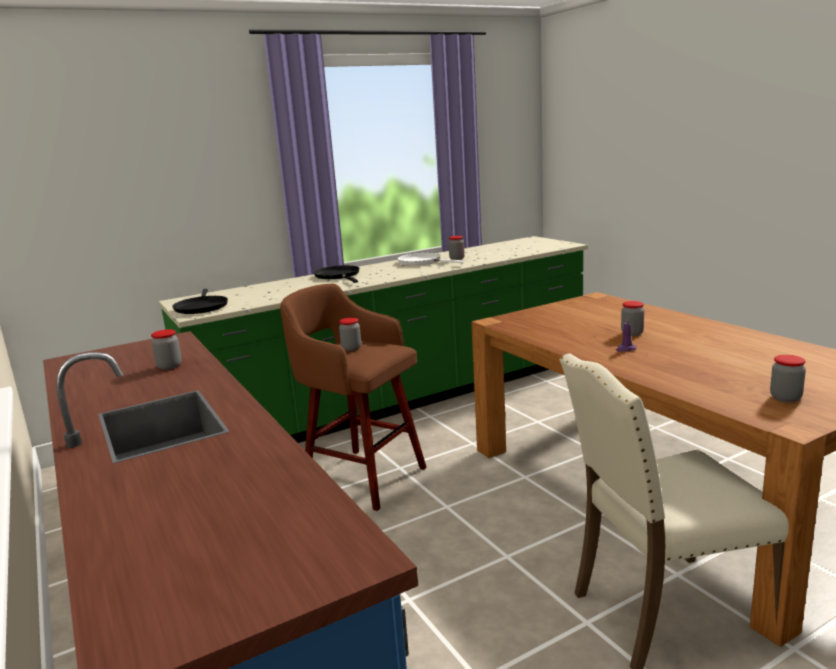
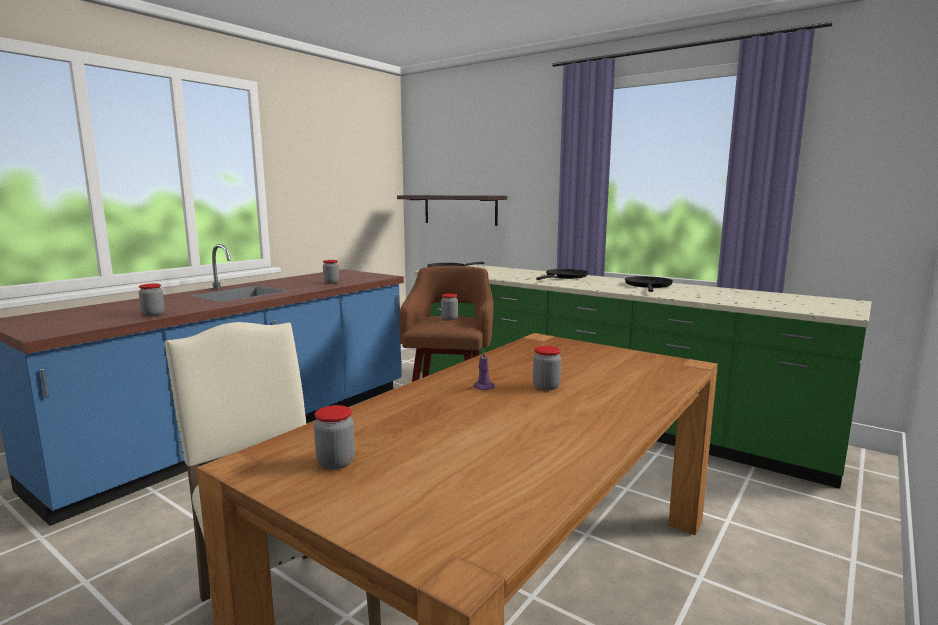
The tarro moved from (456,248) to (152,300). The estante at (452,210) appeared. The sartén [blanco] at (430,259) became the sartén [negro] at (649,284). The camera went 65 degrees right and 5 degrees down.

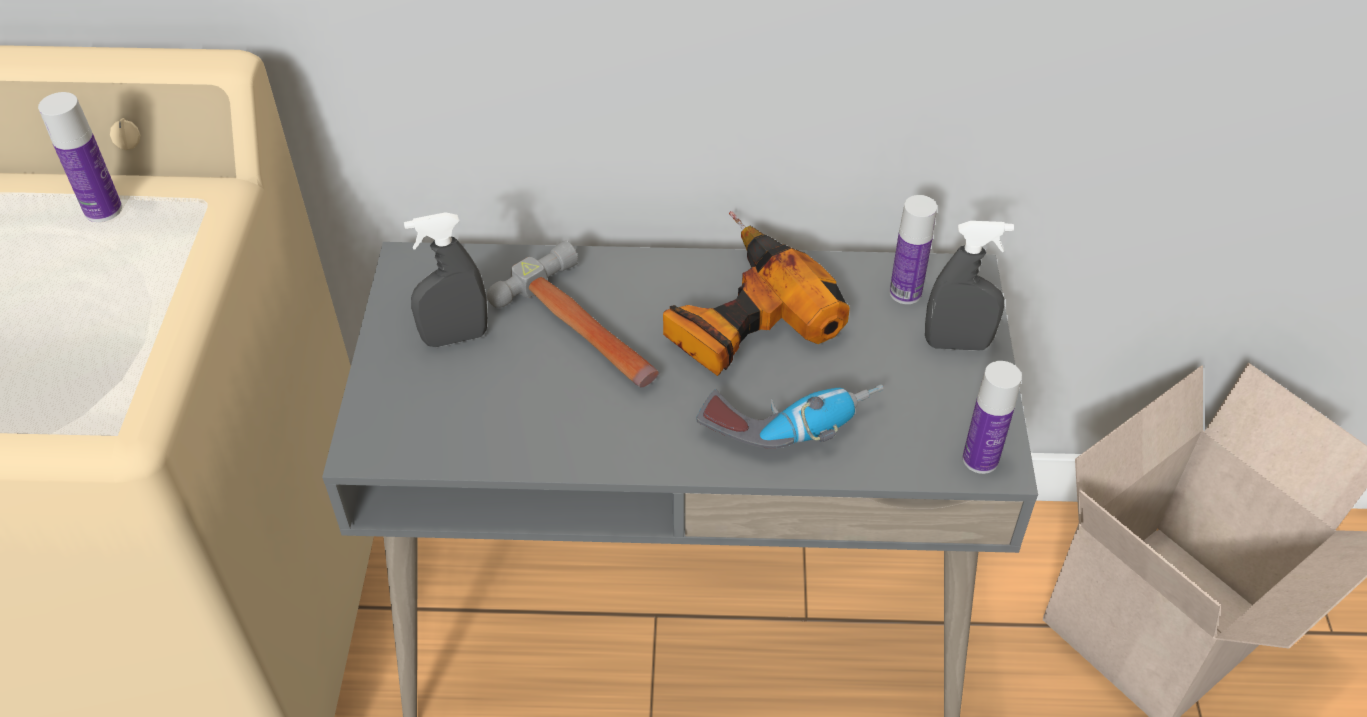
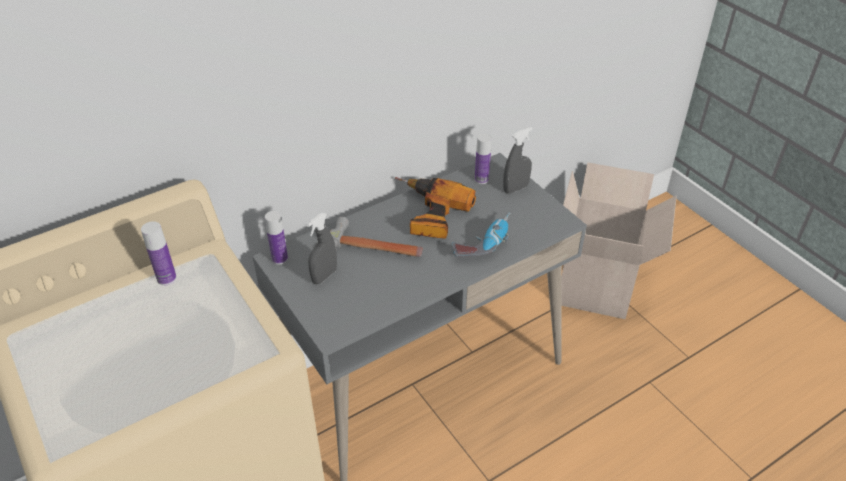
The botella moved from (992,417) to (276,237). The camera went 35 degrees left and 5 degrees down.

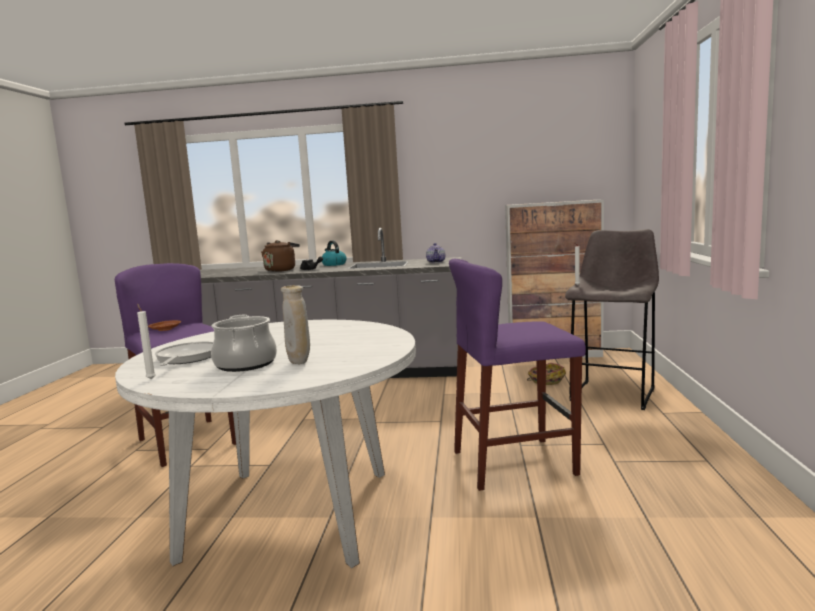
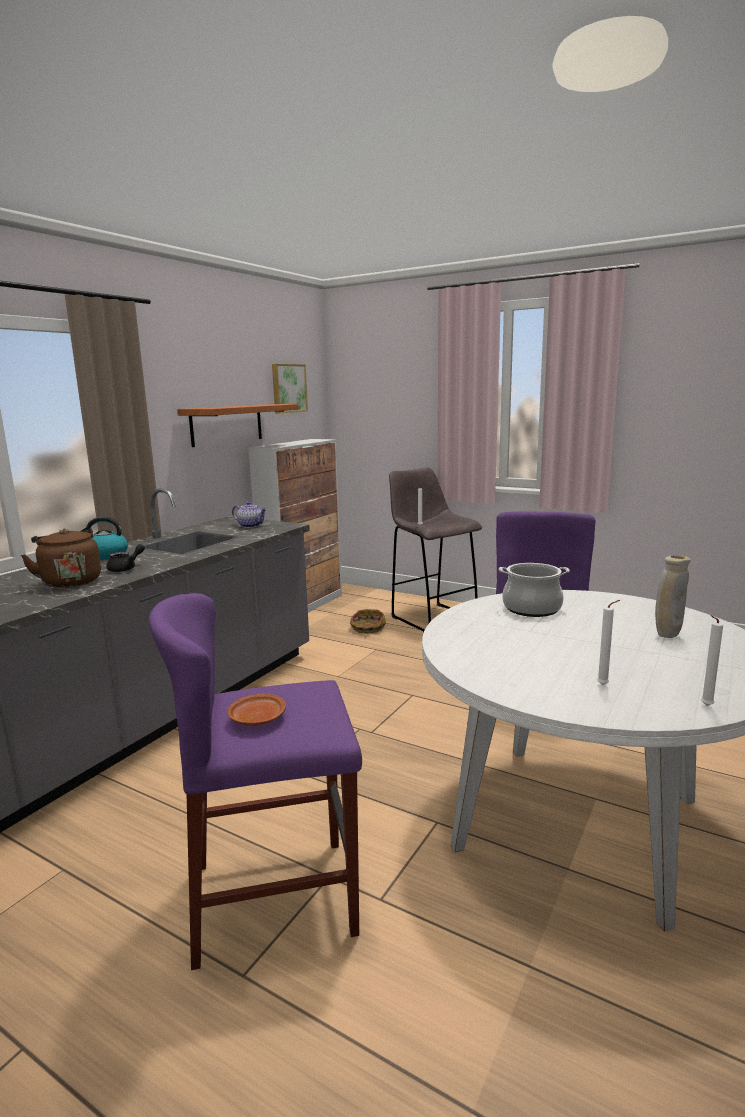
The estante at (237,425) appeared. The cuadro at (290,388) appeared. The olla moved from (244,343) to (534,590). The sartén at (184,354) was replaced by the vela [blanco] at (608,642). The camera went 65 degrees left and 5 degrees up.

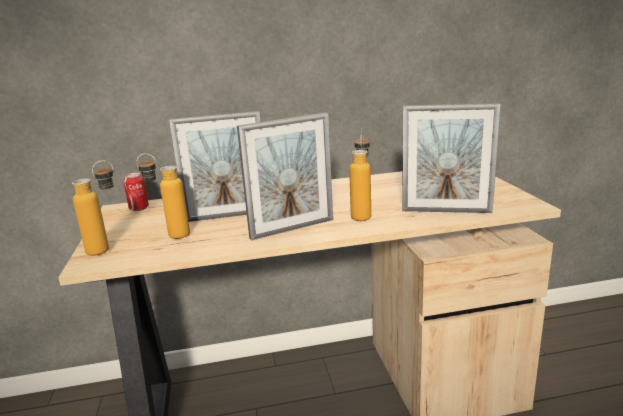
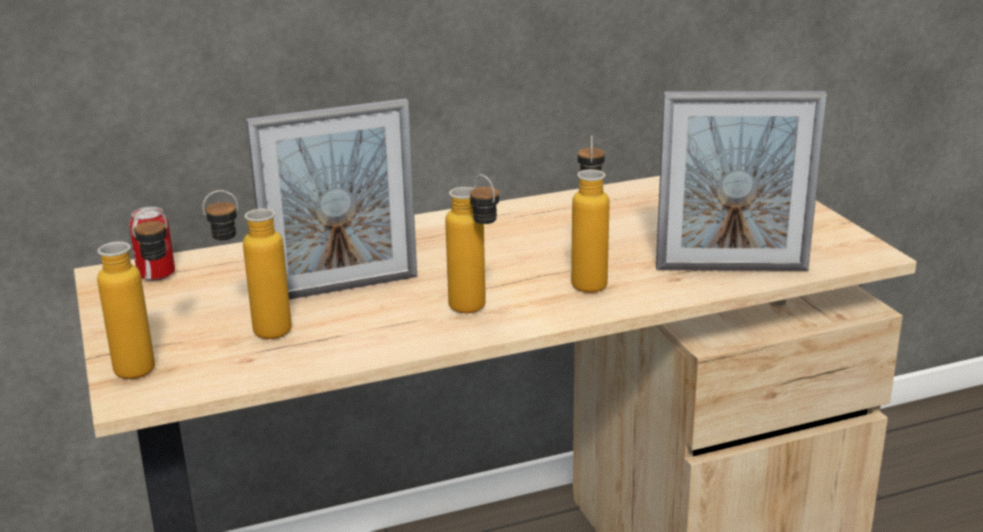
The portarretratos at (285,176) was replaced by the botella at (472,243). The camera went 10 degrees left and 5 degrees up.

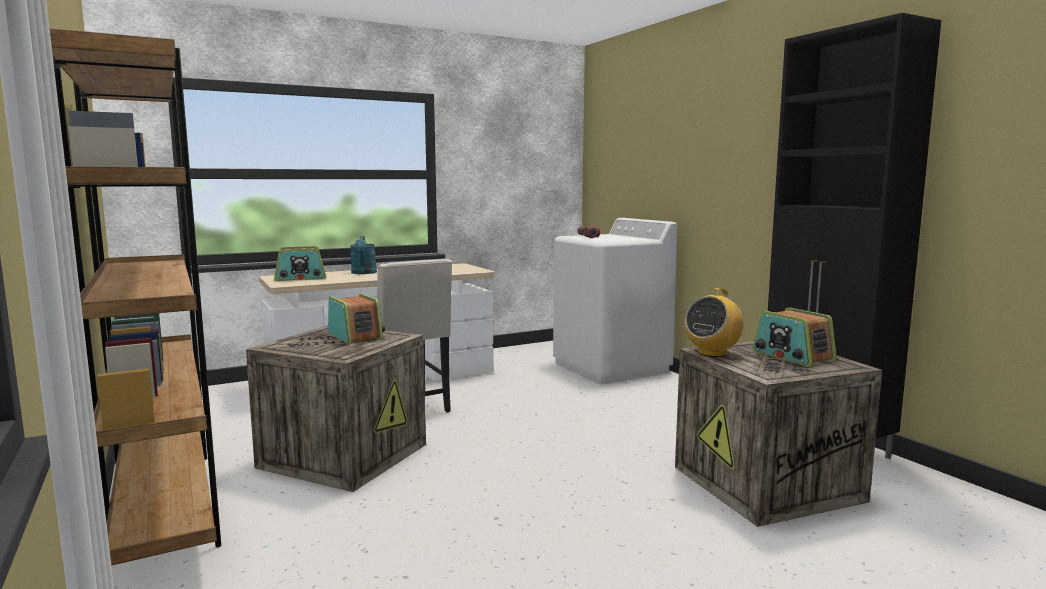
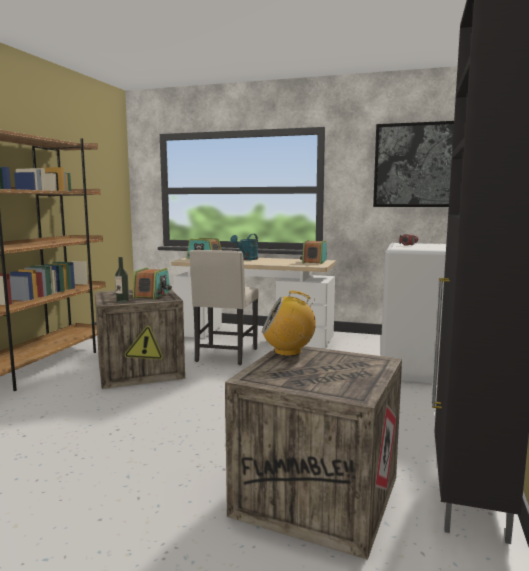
The botella at (122,280) appeared. The radio moved from (794,336) to (313,252). The cuadro at (413,164) appeared. The camera went 45 degrees right and 0 degrees up.

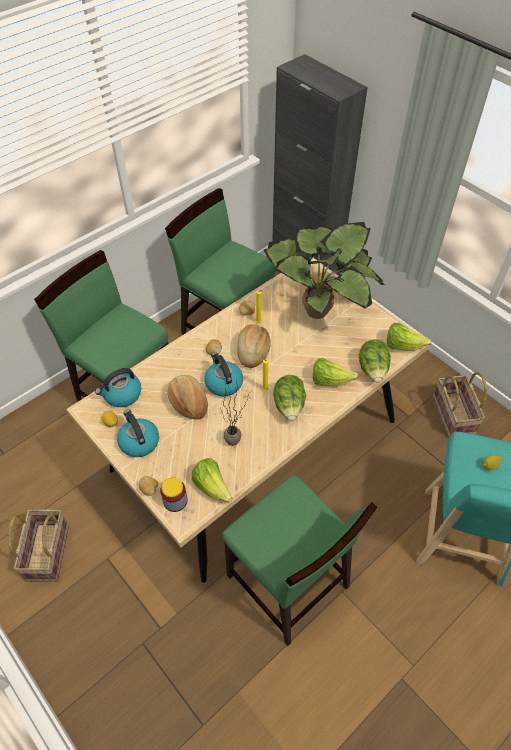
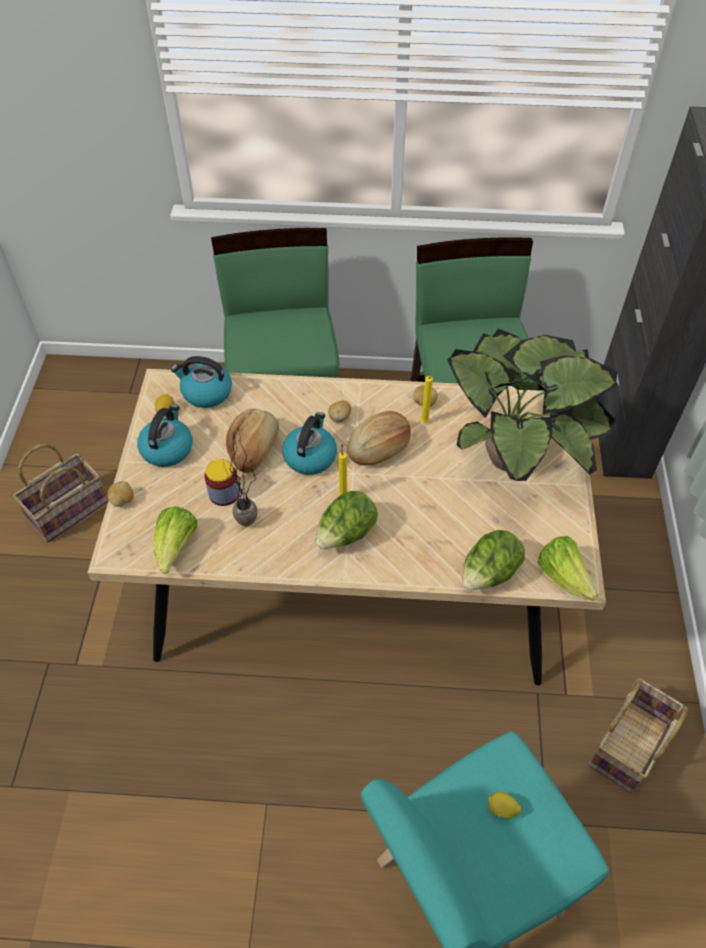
The tarro moved from (174,494) to (222,482). The silla [verde] at (299,560) disappeared. The lechuga at (336,372) disappeared. The camera went 45 degrees right and 0 degrees up.

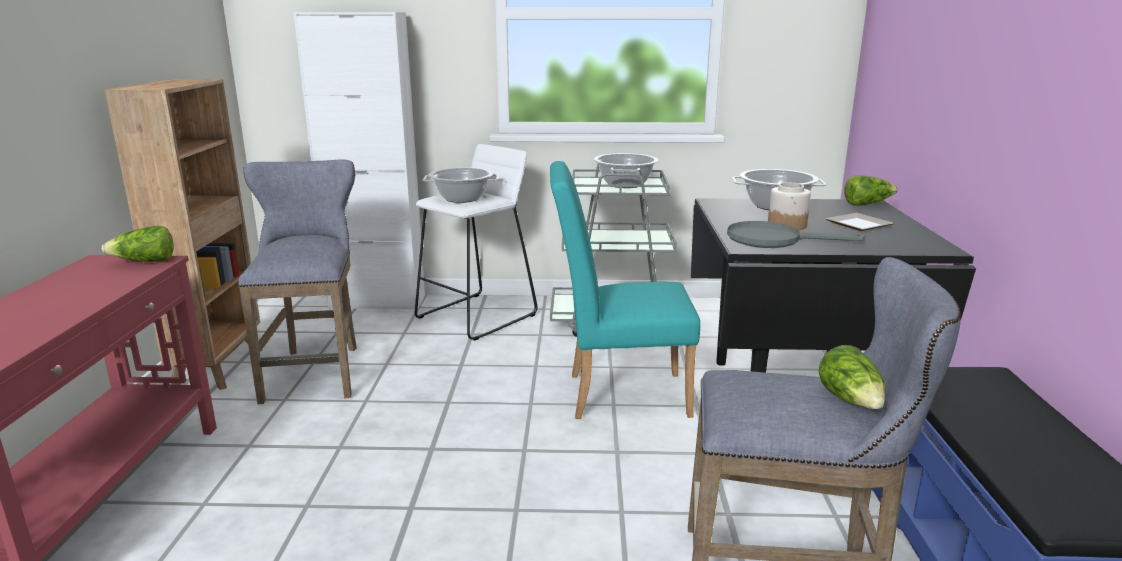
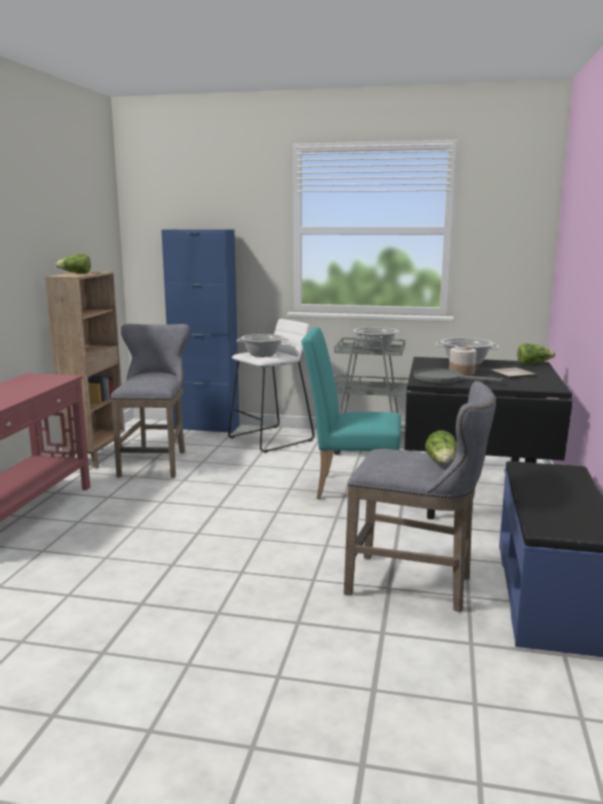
The lechuga moved from (137,244) to (73,264). The armario [blanco] at (359,160) became the armario [azul] at (200,331). The camera went 10 degrees right and 5 degrees down.

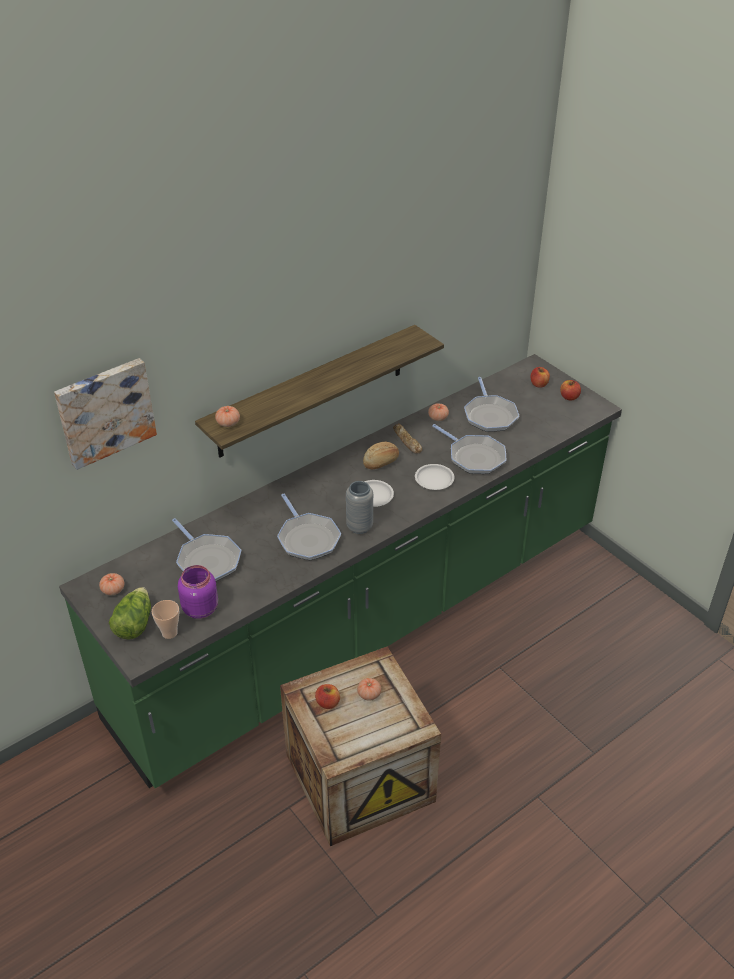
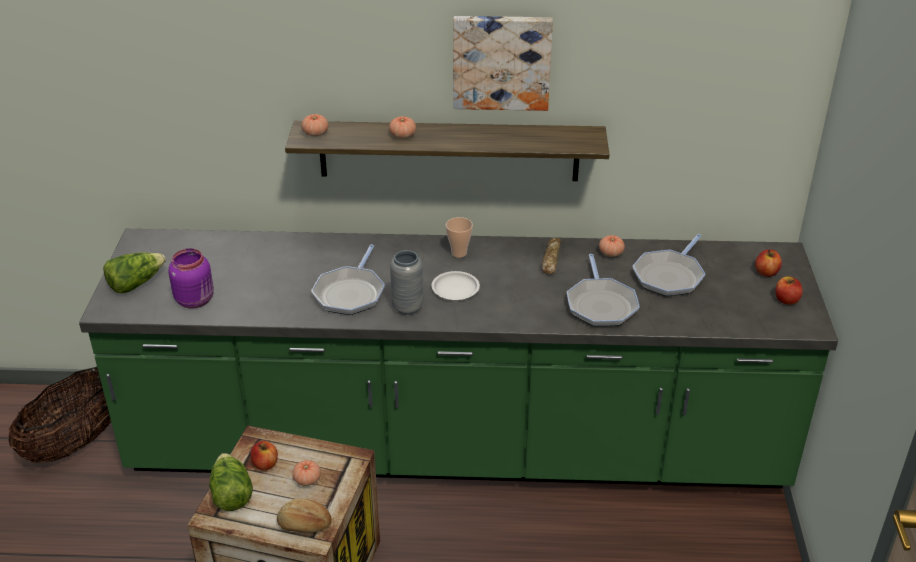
The cesta at (59,414) appeared. The lechuga at (231,482) appeared. The pan moved from (381,455) to (304,516). The tomate moved from (111,584) to (402,127). The taza moved from (166,619) to (459,237). The cuadro moved from (105,414) to (503,63). The sartén at (206,549) disappeared. The plato [blanco] at (435,477) disappeared. The camera went 40 degrees right and 5 degrees down.

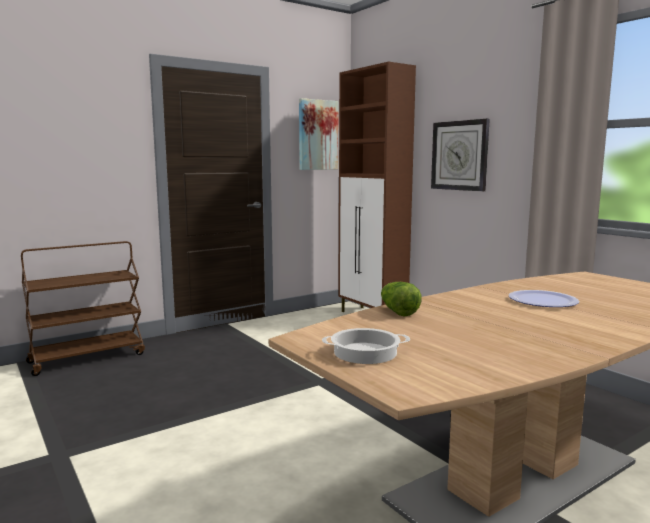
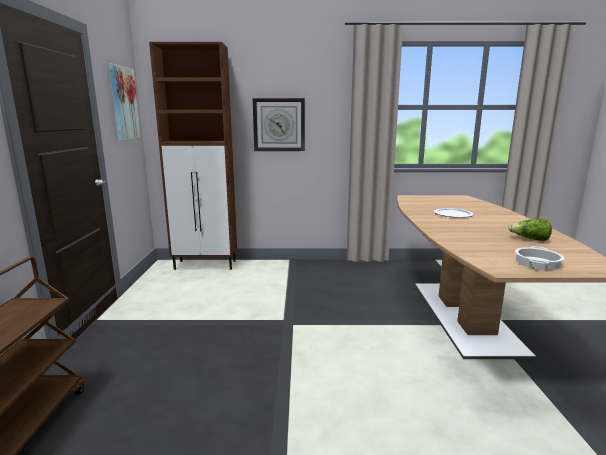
The lechuga moved from (401,299) to (530,230). The camera went 55 degrees left and 5 degrees up.

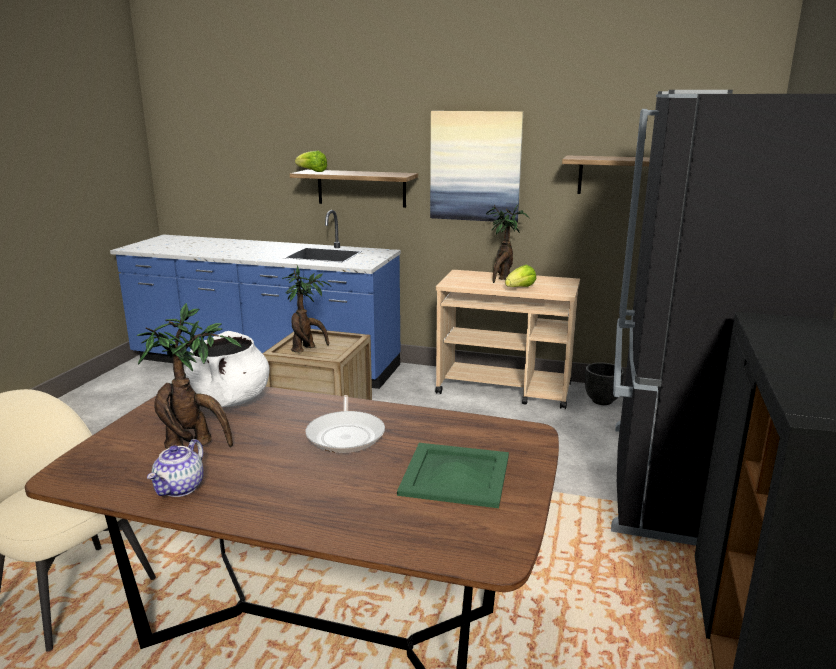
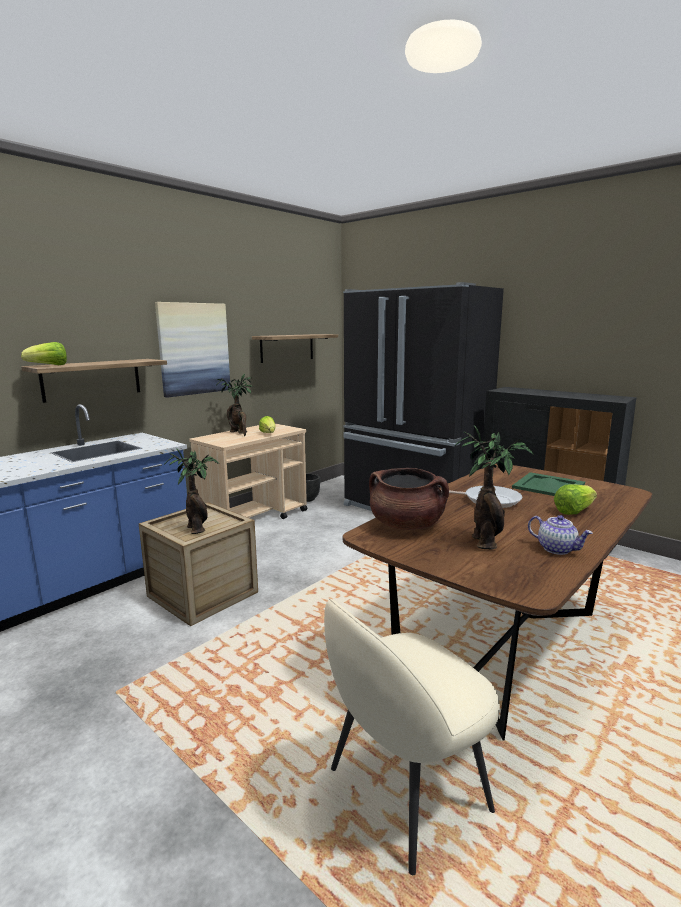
The olla [blanco] at (227,369) became the olla [marrón] at (409,499). The lechuga at (575,499) appeared. The camera went 65 degrees left and 5 degrees down.

